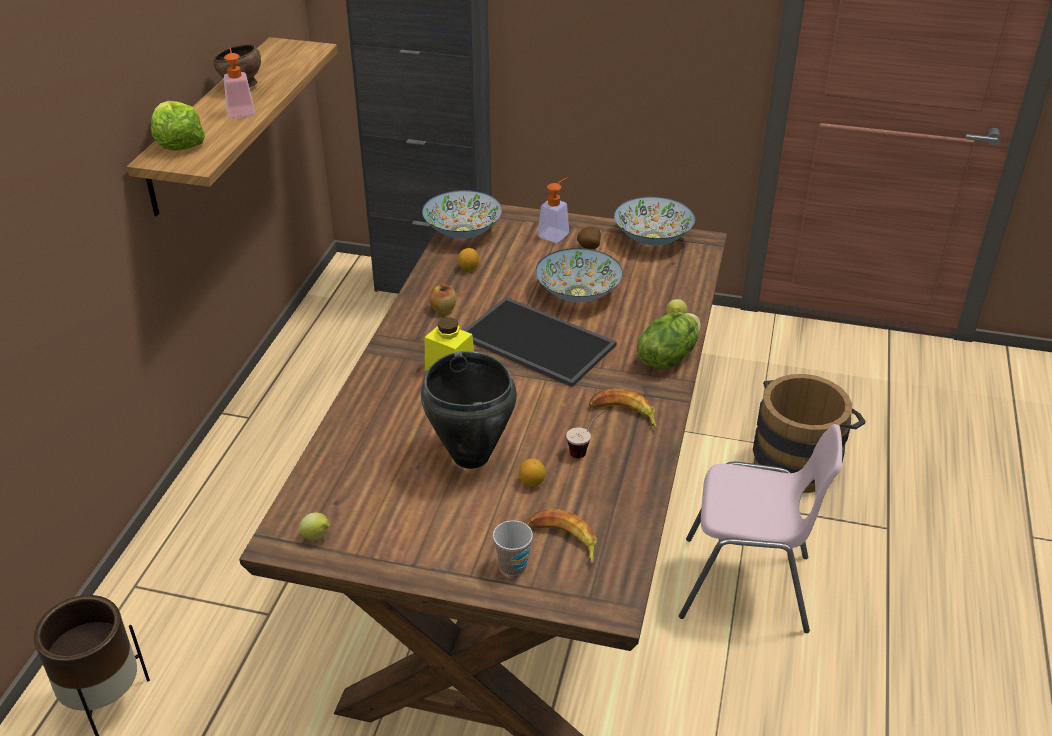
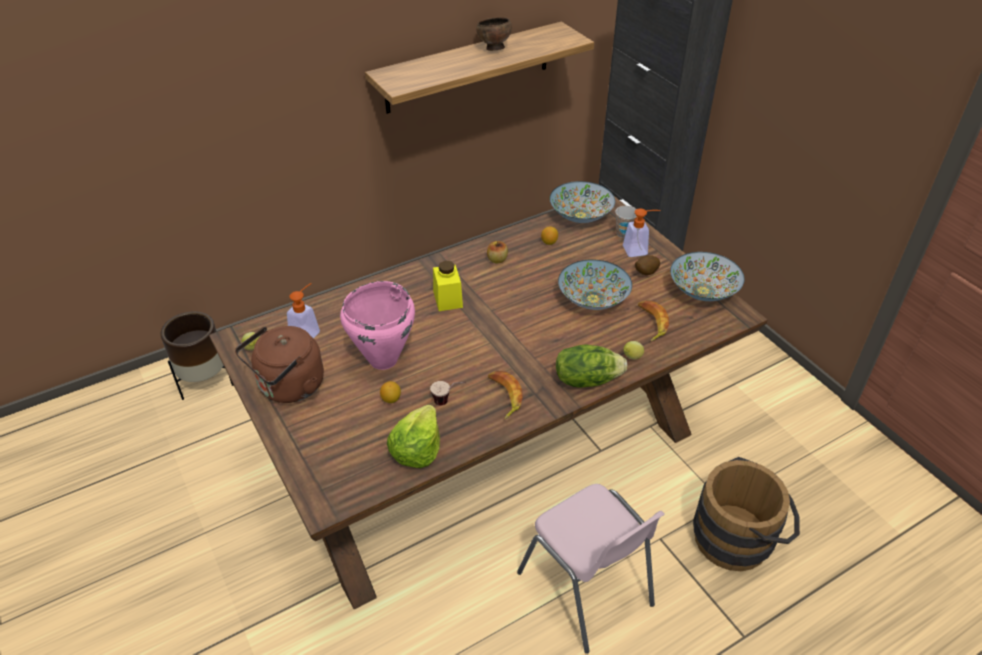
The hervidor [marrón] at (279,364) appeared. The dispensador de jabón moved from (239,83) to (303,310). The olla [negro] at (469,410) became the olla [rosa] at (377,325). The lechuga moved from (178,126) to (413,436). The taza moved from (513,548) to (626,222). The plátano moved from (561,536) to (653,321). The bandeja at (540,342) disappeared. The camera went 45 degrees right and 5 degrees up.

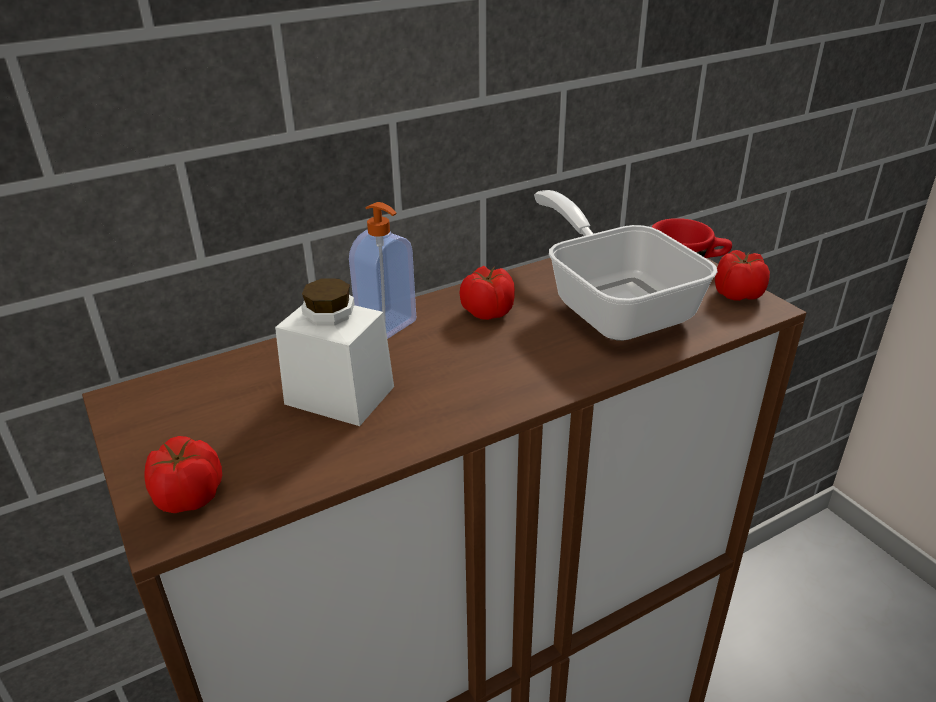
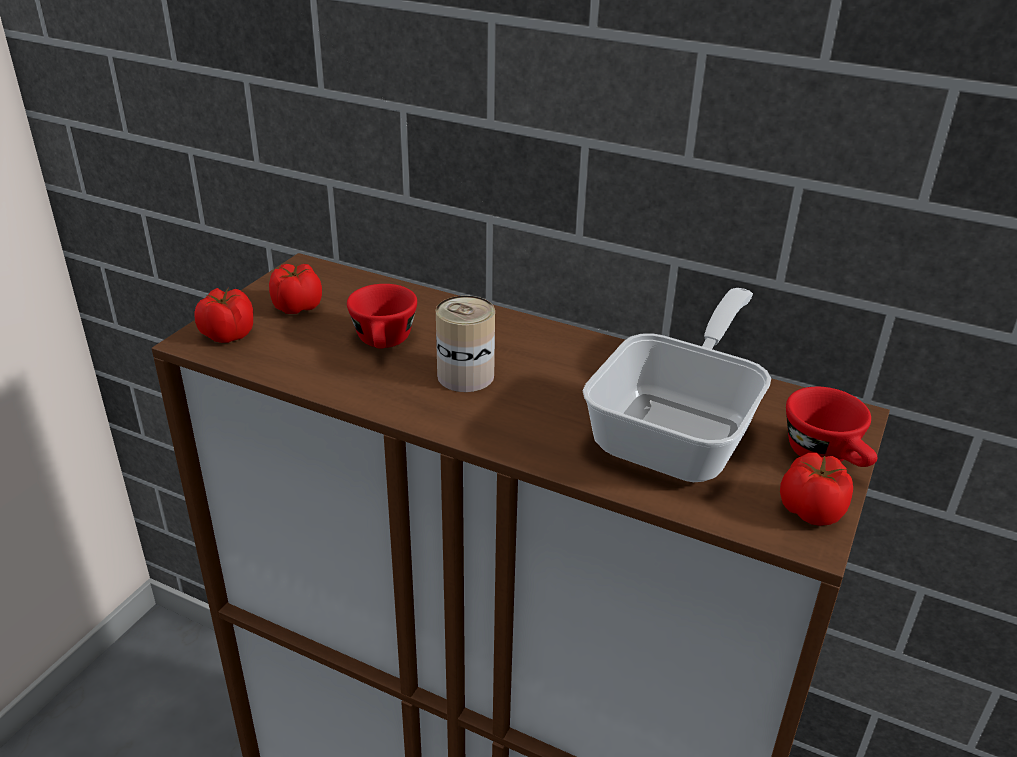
The tomate moved from (487,293) to (295,289). The tarro [blanco] at (334,352) was replaced by the taza [rojo] at (382,316). The lata at (465,344) appeared. The dispensador de jabón at (382,270) disappeared. The camera went 55 degrees right and 0 degrees up.

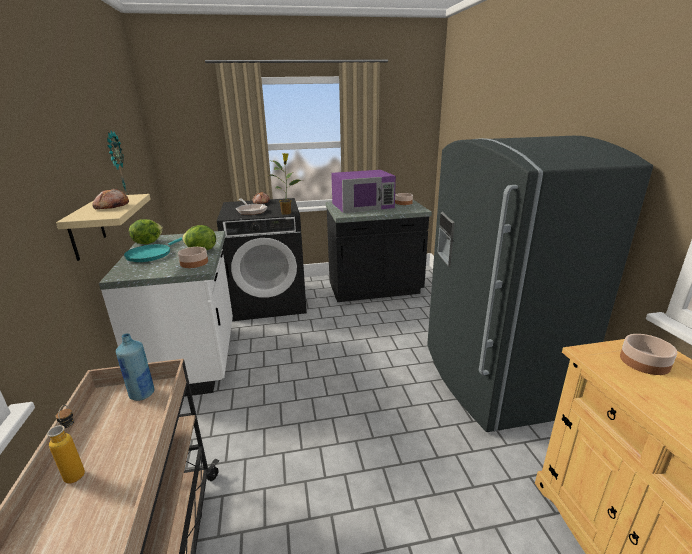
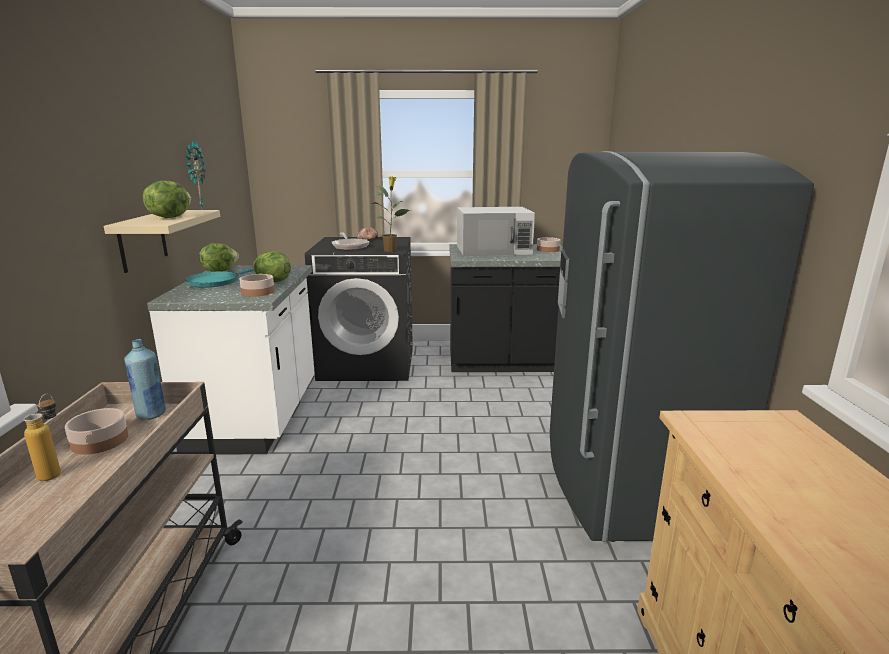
The cuenco moved from (648,354) to (96,431). The pan at (110,198) was replaced by the lechuga at (167,199). The microondas [morado] at (363,191) became the microondas [blanco] at (496,231). The camera went 10 degrees right and 5 degrees down.

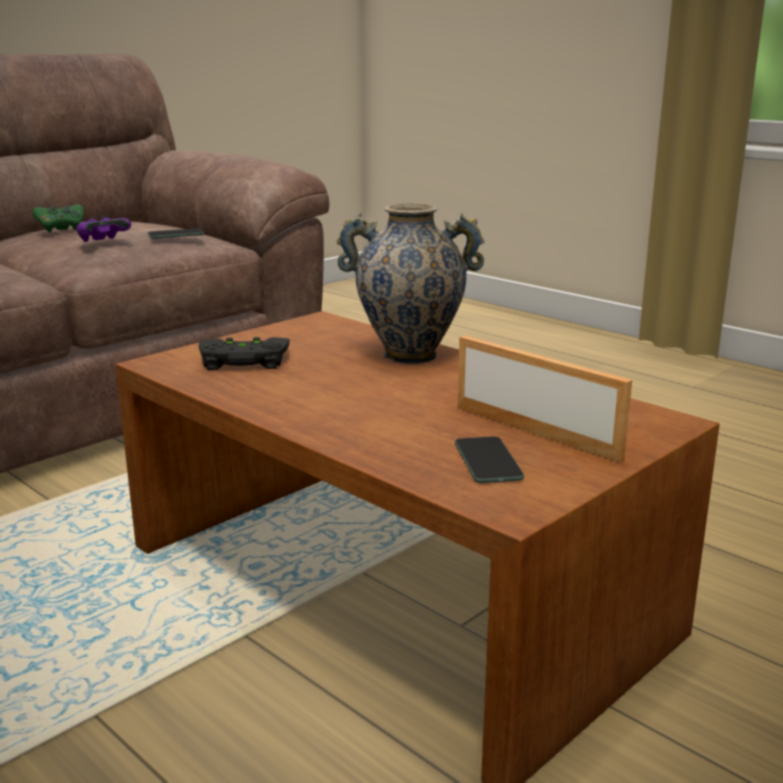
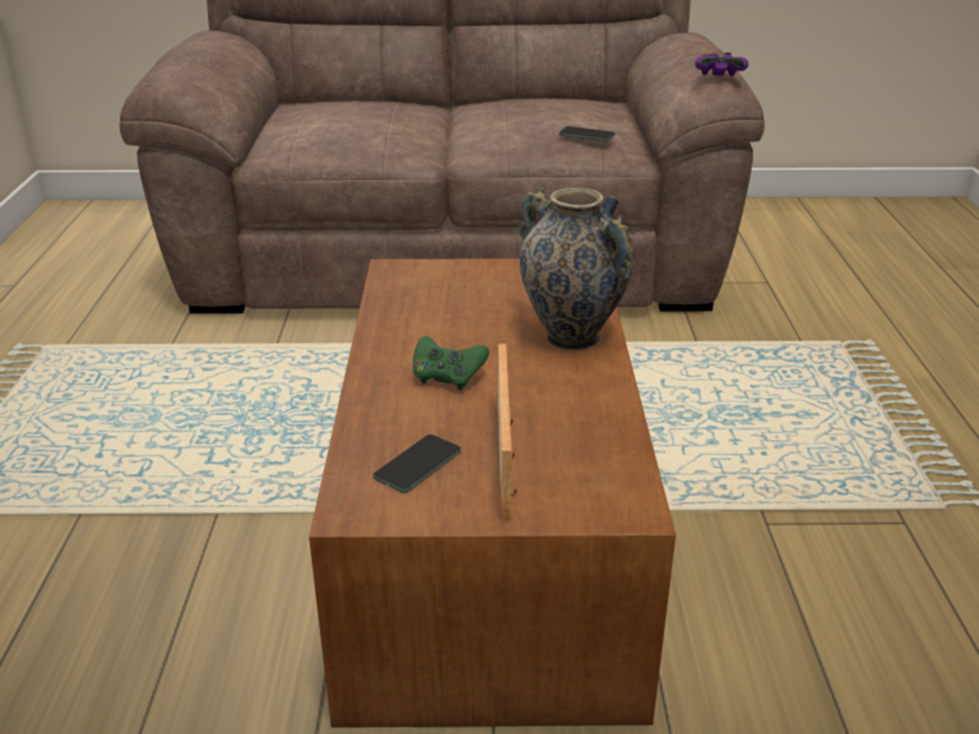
The mando de consola [verde] moved from (58,218) to (451,363). The mando de consola [morado] moved from (103,229) to (722,64). The mando de consola [negro] at (244,353) disappeared. The camera went 45 degrees right and 10 degrees up.

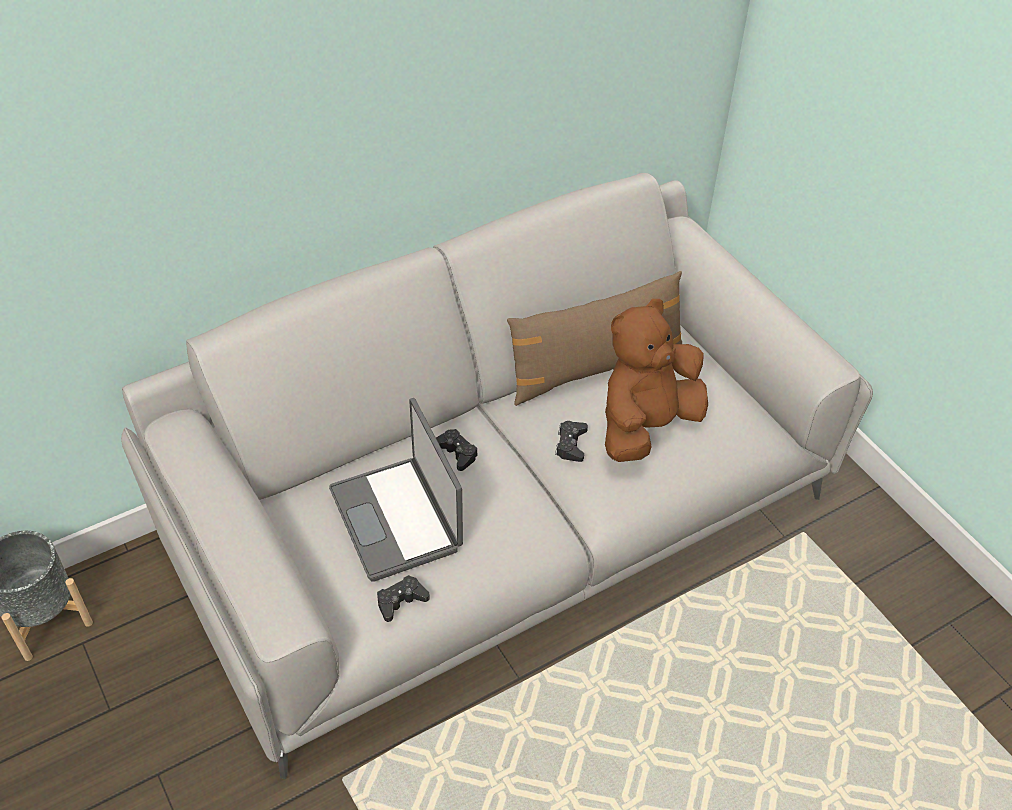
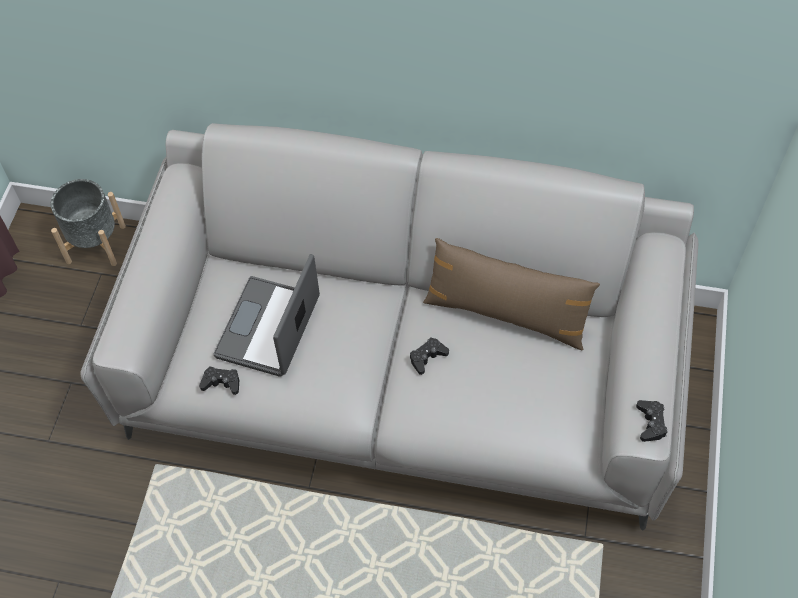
The mando de consola [negro] moved from (457,450) to (651,421). The peluche [marrón] at (656,380) disappeared. The camera went 45 degrees right and 10 degrees up.

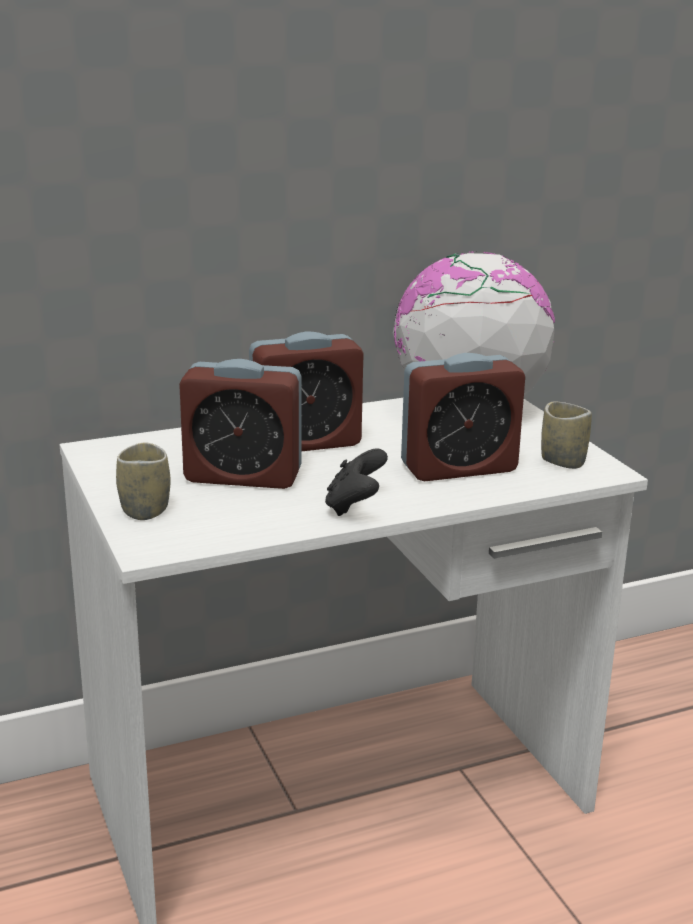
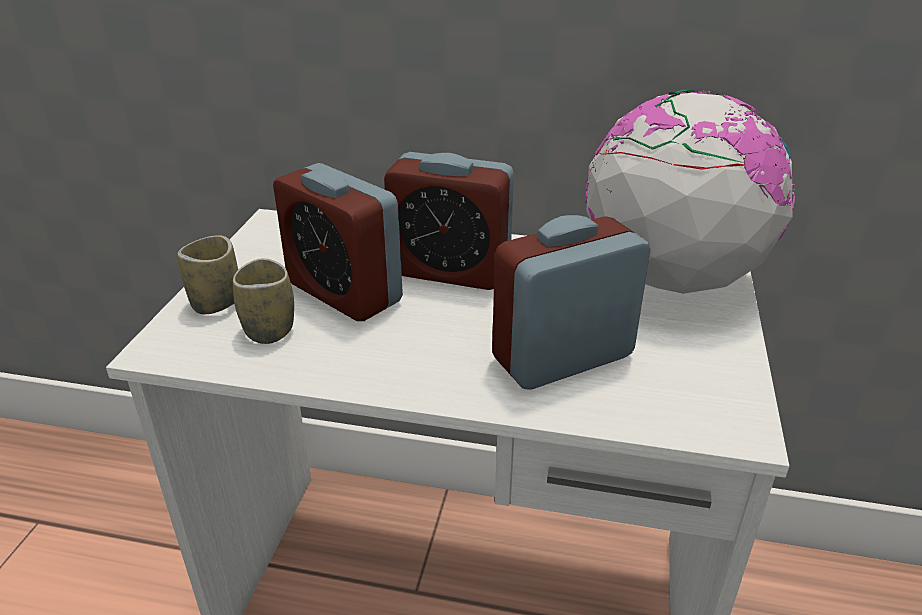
The taza moved from (566,435) to (263,301). The despertador at (463,417) turned 135 degrees clockwise. The mando de consola [negro] at (356,482) disappeared. The camera went 35 degrees right and 10 degrees up.

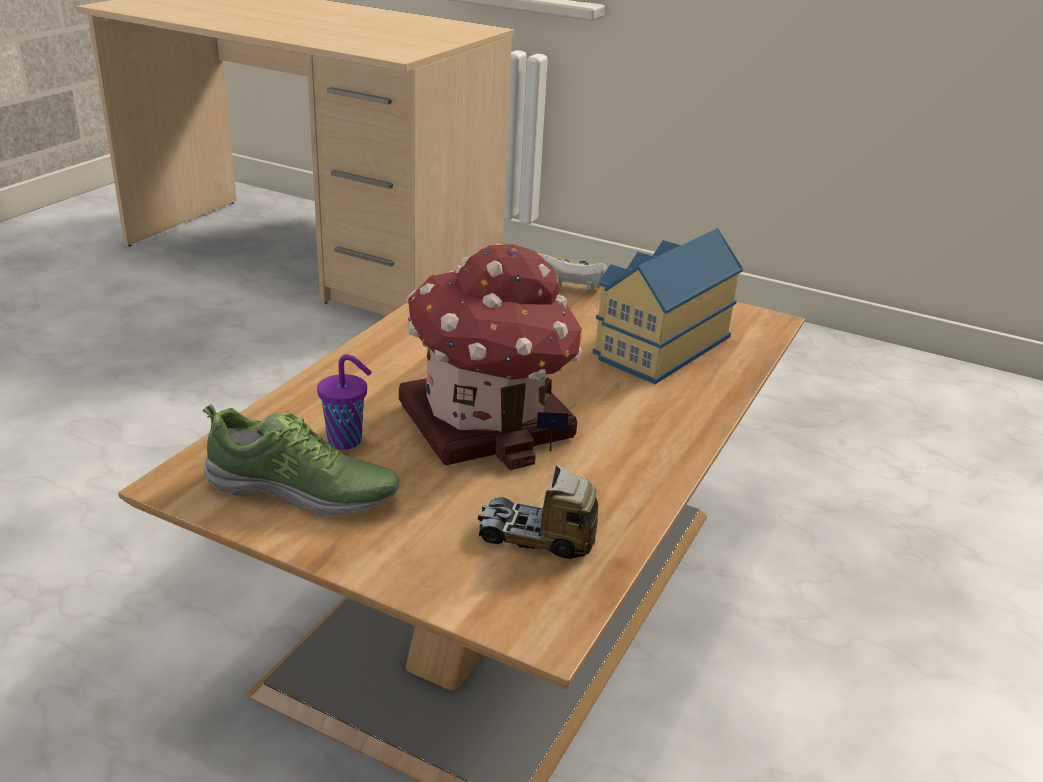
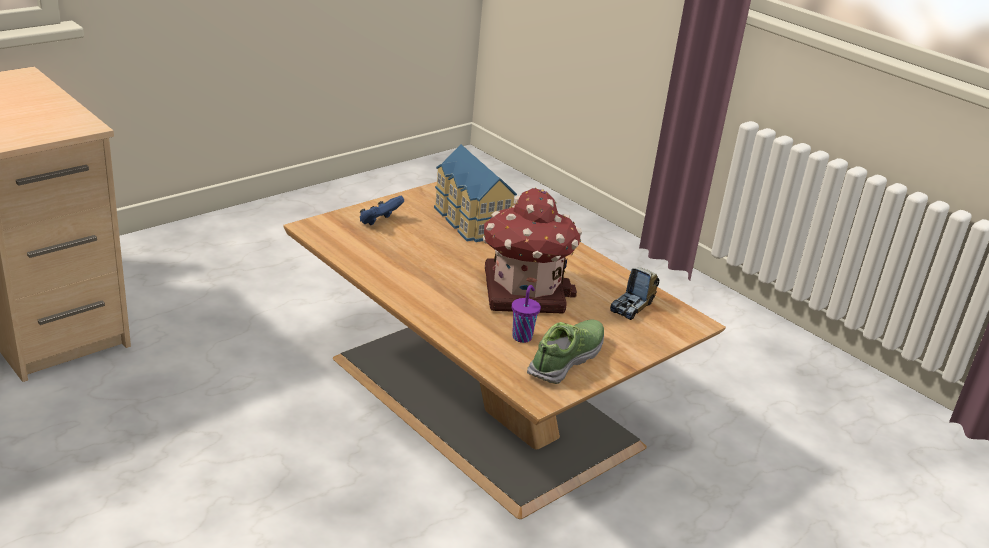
The mando de consola [blanco] at (573,272) became the mando de consola [azul] at (382,210). The camera went 70 degrees left and 0 degrees up.

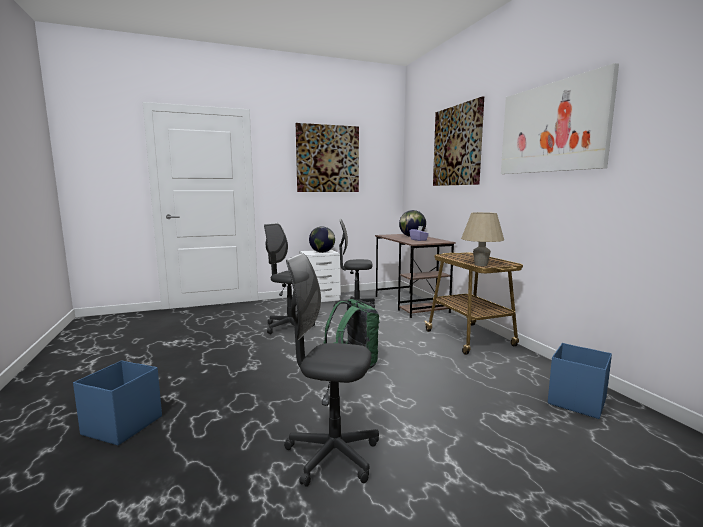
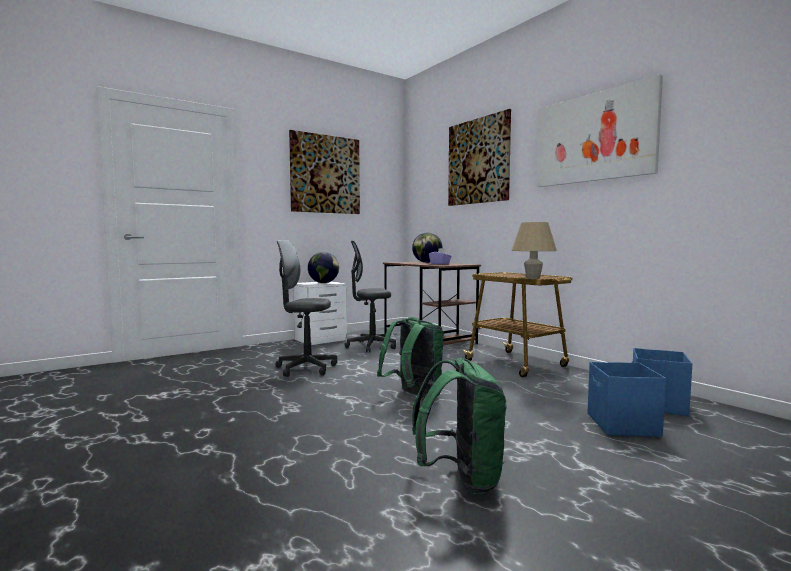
The silla de oficina [gris] at (331,370) was replaced by the mochila [verde] at (459,426). The caja de almacenaje [azul] moved from (117,403) to (627,399). The camera went 15 degrees left and 5 degrees down.

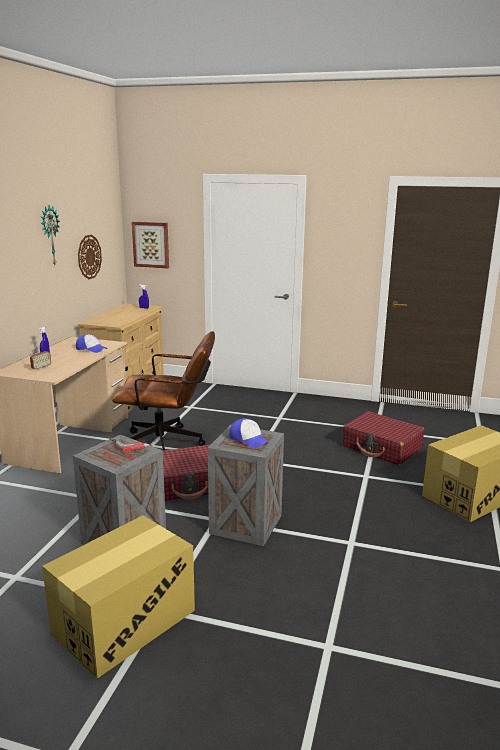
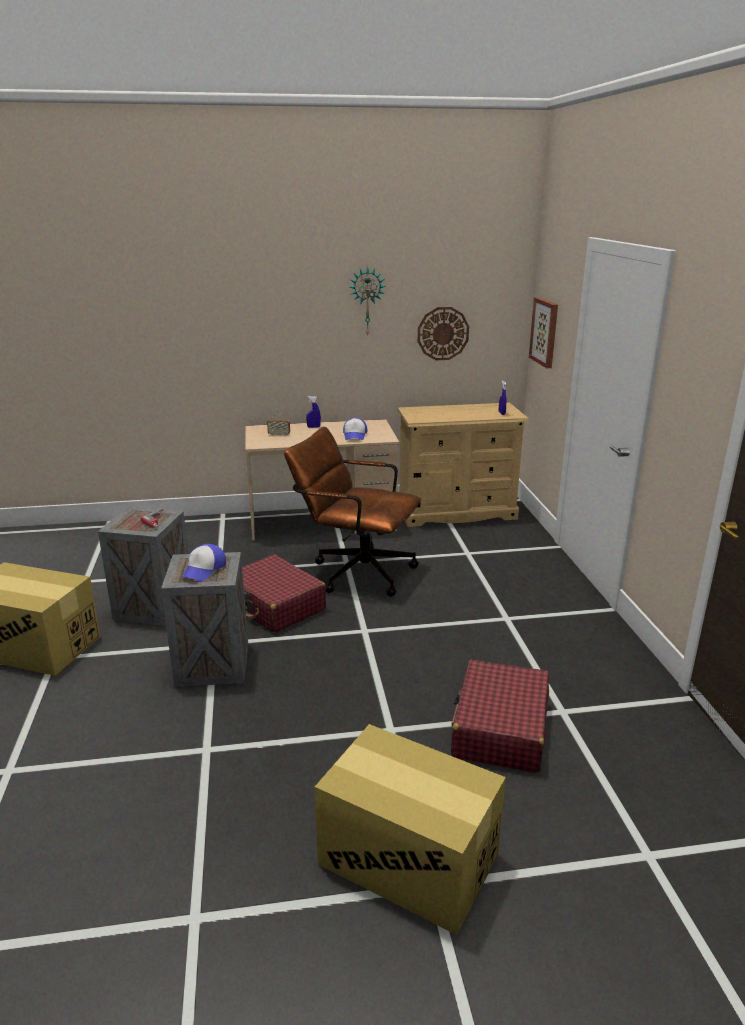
The silla de oficina [marrón] at (163,391) turned 135 degrees clockwise. The camera went 65 degrees right and 5 degrees up.

